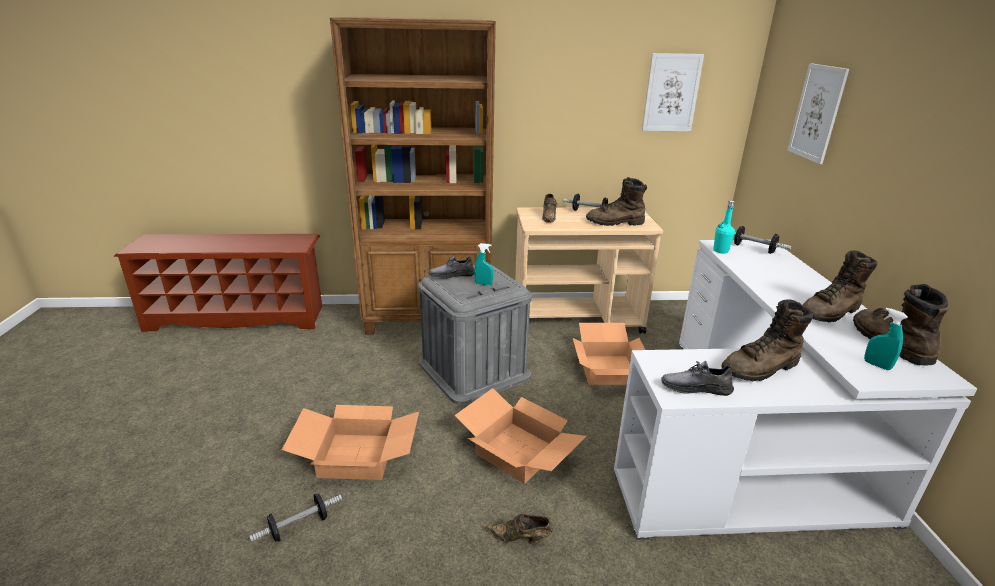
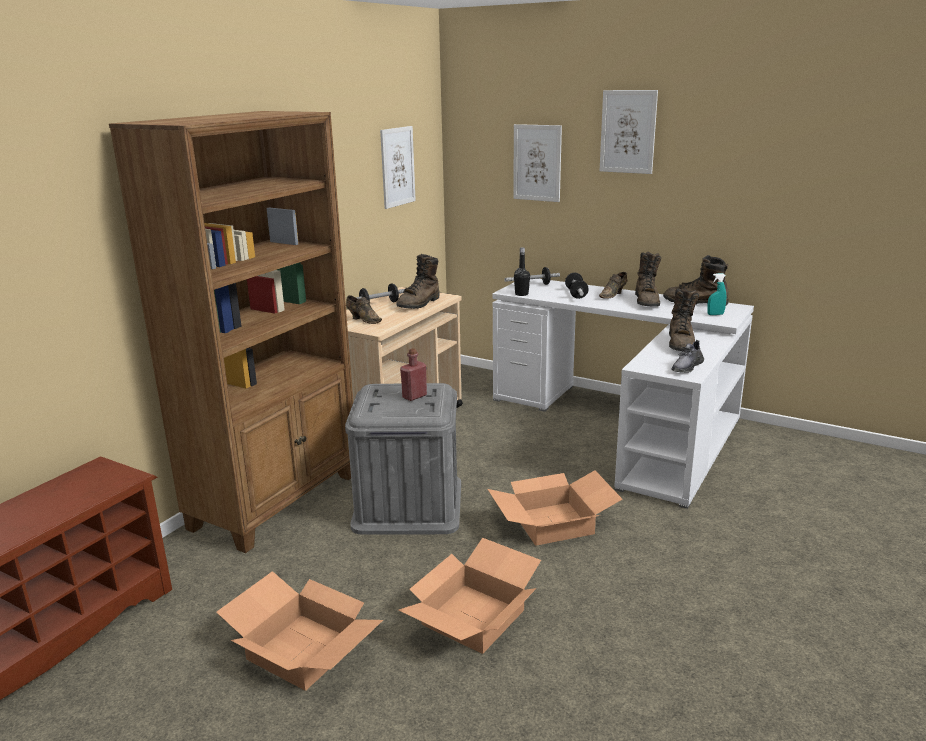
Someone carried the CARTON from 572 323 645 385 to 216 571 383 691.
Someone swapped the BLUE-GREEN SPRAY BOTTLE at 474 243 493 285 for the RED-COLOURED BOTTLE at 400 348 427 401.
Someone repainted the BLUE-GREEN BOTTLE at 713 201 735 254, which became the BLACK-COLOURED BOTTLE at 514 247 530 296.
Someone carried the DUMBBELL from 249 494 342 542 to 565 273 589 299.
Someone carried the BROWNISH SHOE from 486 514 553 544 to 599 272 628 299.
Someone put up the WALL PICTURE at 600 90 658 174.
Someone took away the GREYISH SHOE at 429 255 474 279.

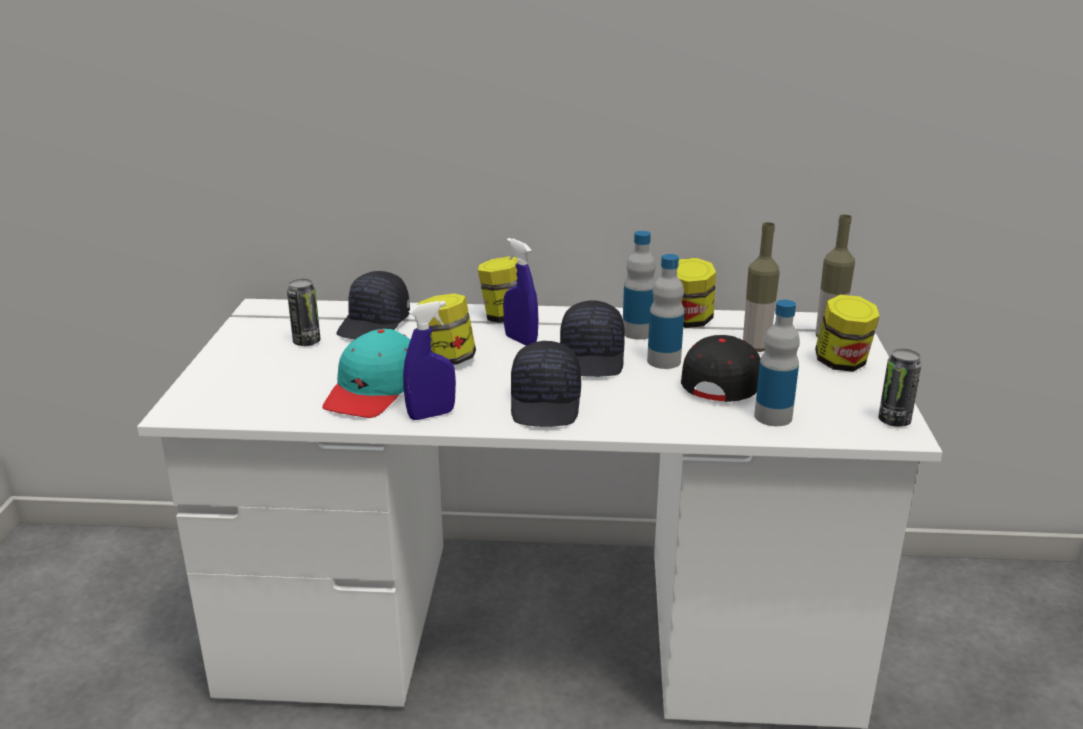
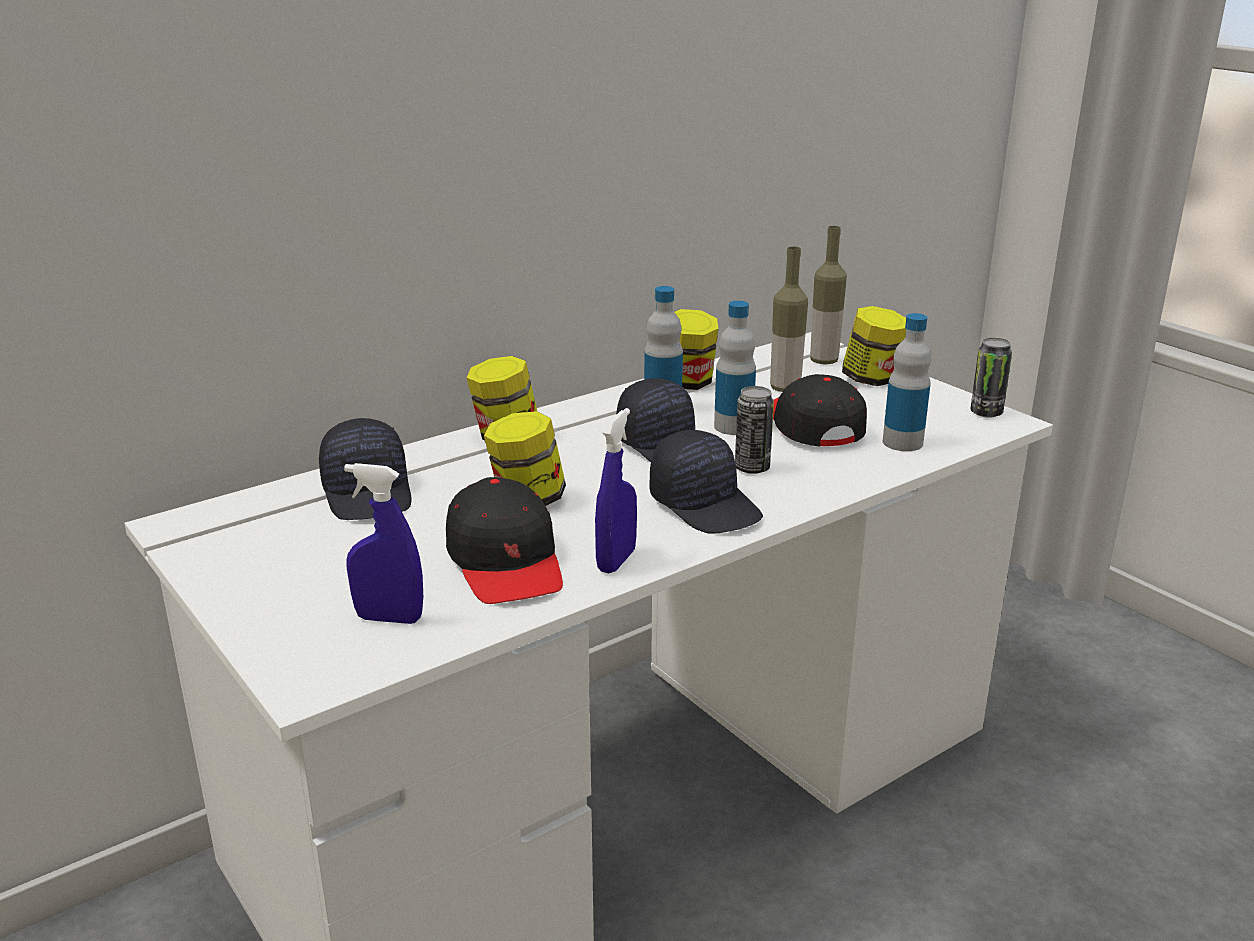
Someone carried the BLUISH SPRAY BOTTLE from 503 238 538 346 to 344 463 423 624.
Someone repainted the BLUE-GREEN CAP at 322 329 410 418, which became the BLACK-COLOURED CAP at 446 477 563 604.
Someone carried the CAN from 287 279 321 346 to 735 386 774 474.

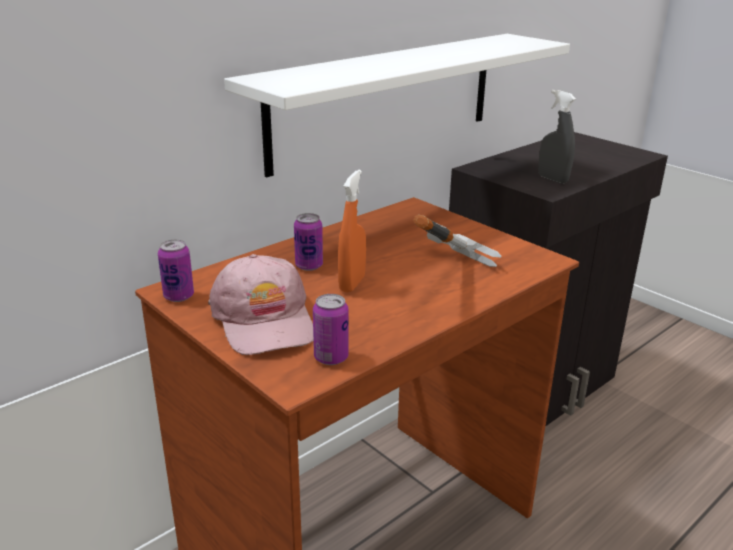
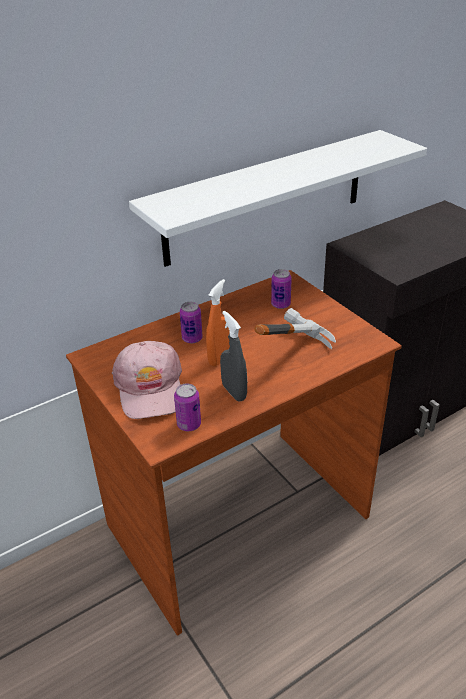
Someone carried the GREYISH SPRAY BOTTLE from 538 90 576 184 to 220 311 247 402.
Someone carried the CAN from 158 240 194 302 to 271 269 292 309.

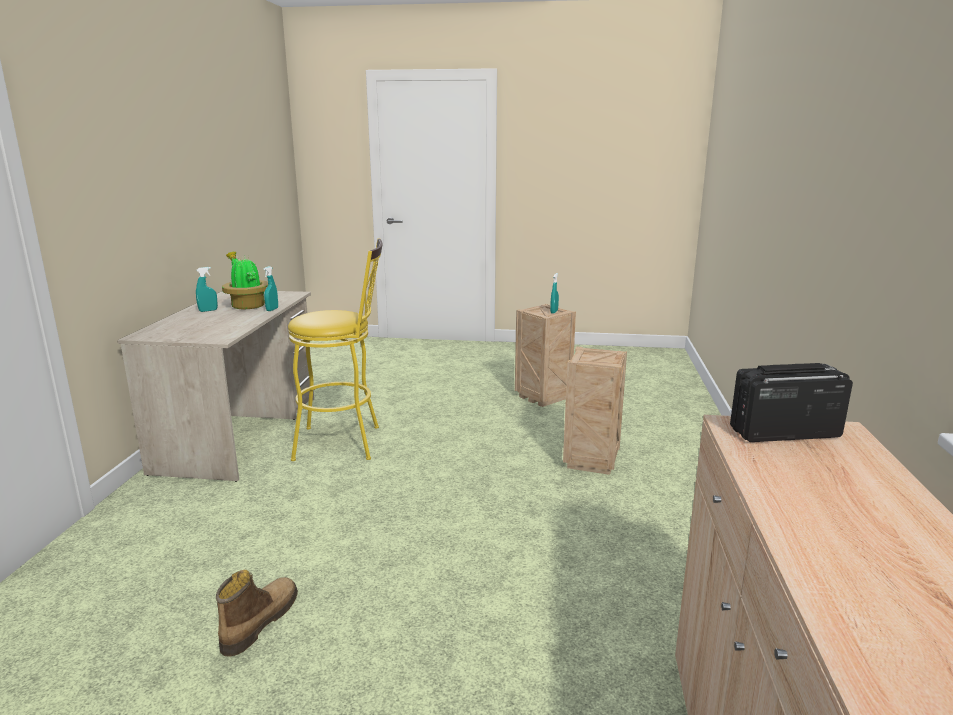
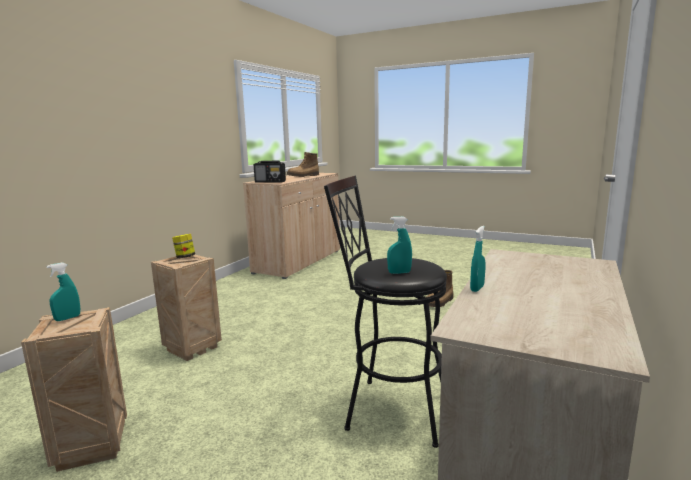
Someone put down the JAR at 172 234 195 258.
Someone put down the BOOT at 287 152 319 177.
Someone repainted the YELLOWISH STOOL SEAT at 288 238 383 461, which became the BLACK-COLOURED STOOL SEAT at 324 175 447 448.
Someone carried the BLUE-GREEN SPRAY BOTTLE from 196 267 218 312 to 387 217 412 274.
Someone took away the POTTED PLANT at 222 251 268 309.

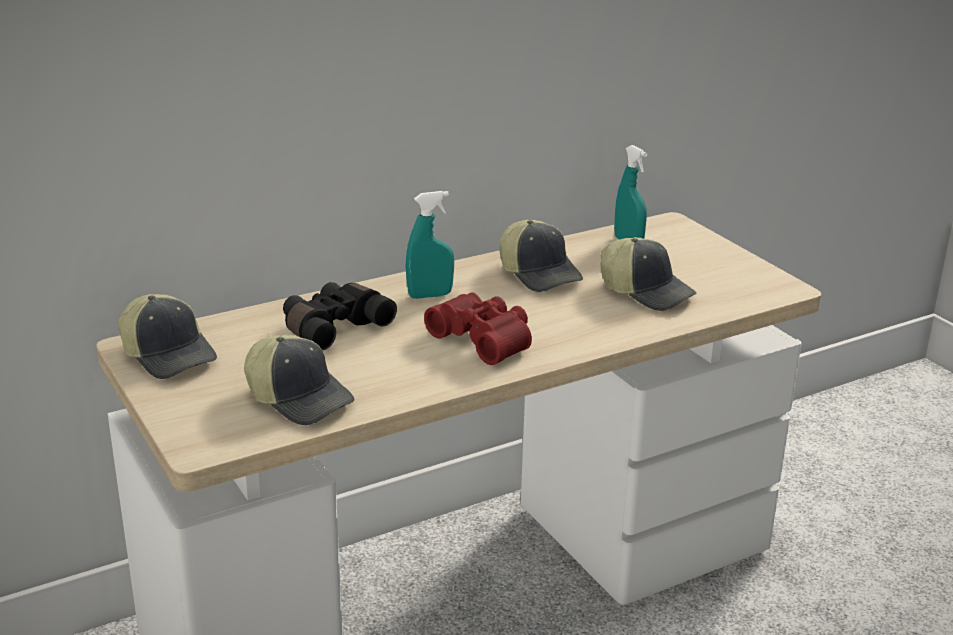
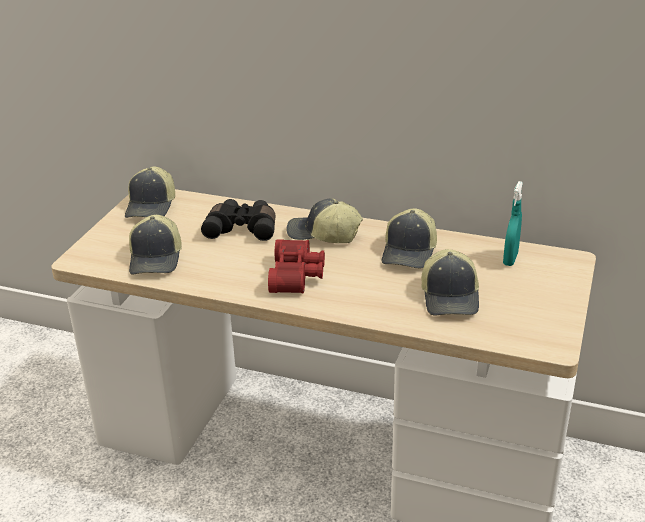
Someone swapped the BLUE-GREEN SPRAY BOTTLE at 405 191 454 299 for the CAP at 286 198 363 243.

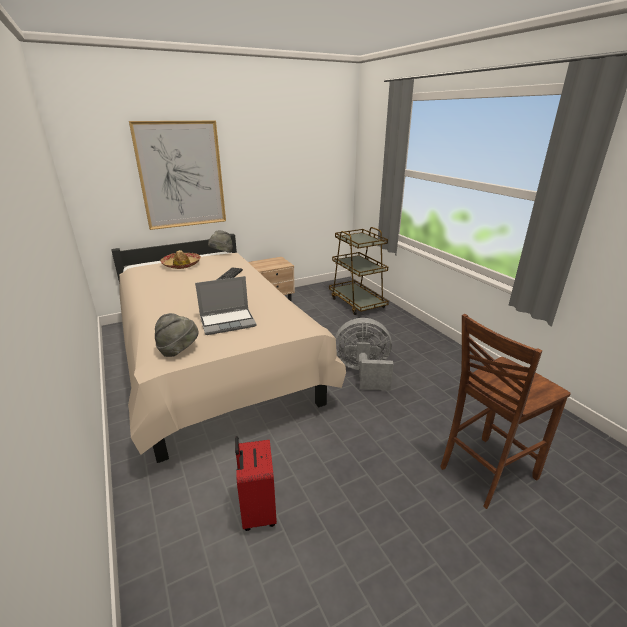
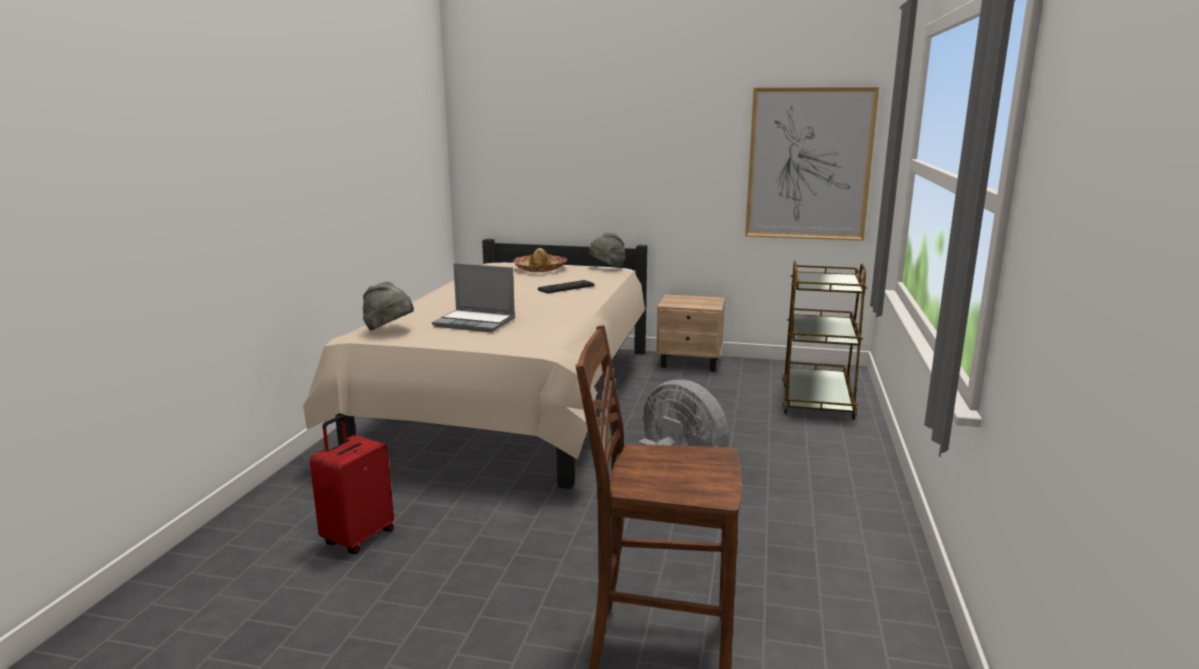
Someone carried the WALL PICTURE from 129 121 226 230 to 745 87 879 241.

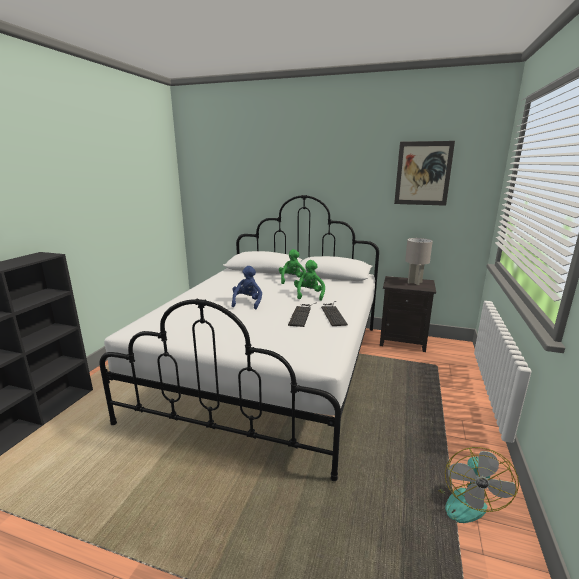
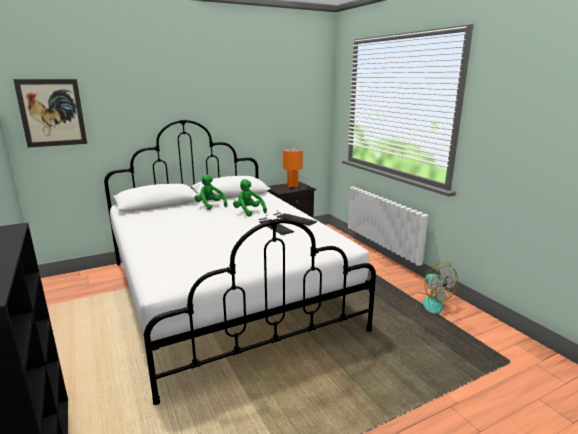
Someone carried the WALL PICTURE from 394 141 455 206 to 13 79 87 148.
Someone repainted the GREYISH TABLE LAMP at 405 238 433 285, which became the ORANGE TABLE LAMP at 283 148 303 188.
Someone took away the BLUISH PLUSH TOY at 232 266 262 310.

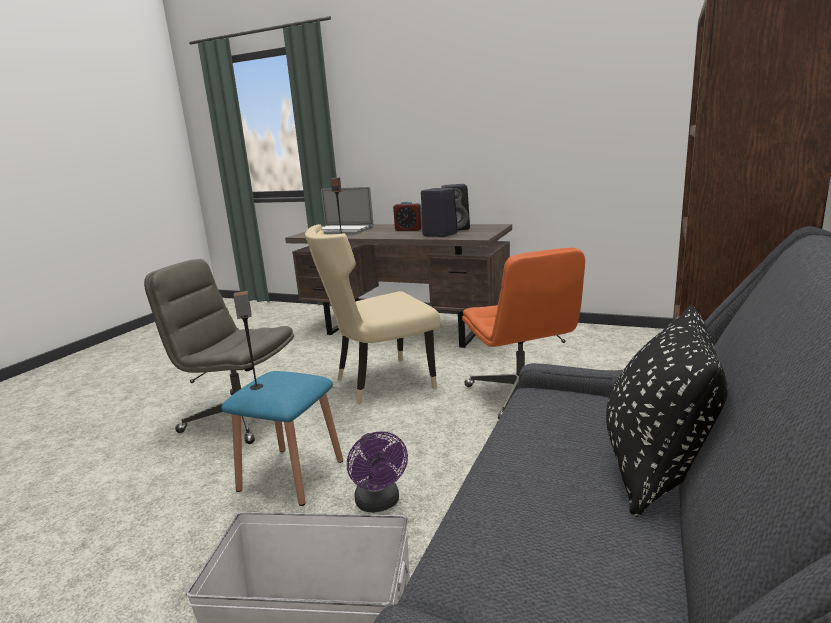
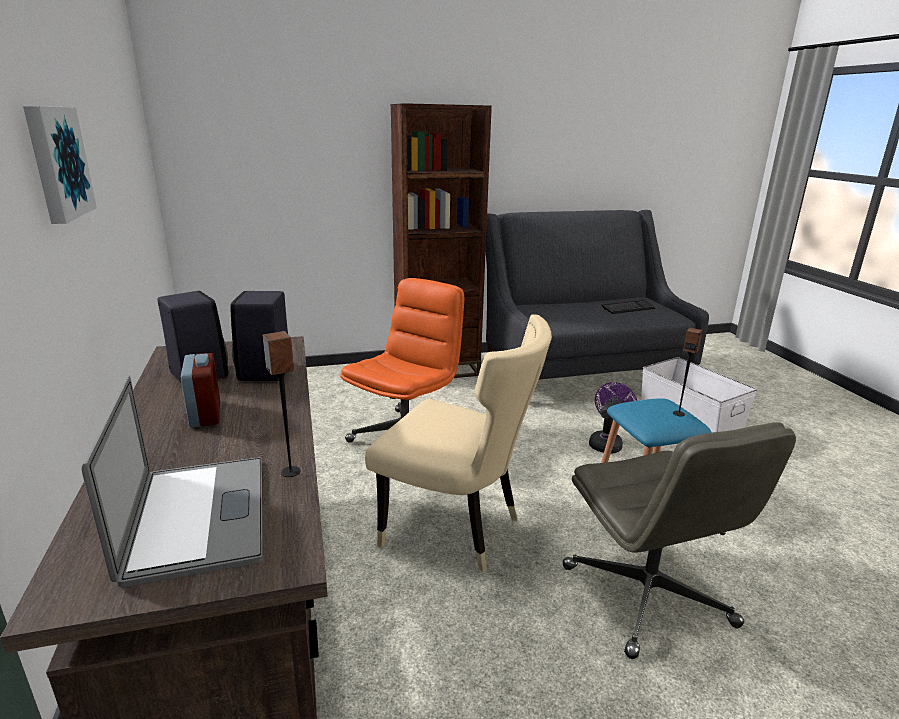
Someone put up the WALL PICTURE at 23 106 97 224.
Someone put down the KEYBOARD at 602 300 656 314.
Someone took away the BLACK-COLOURED CUSHION at 606 305 728 517.

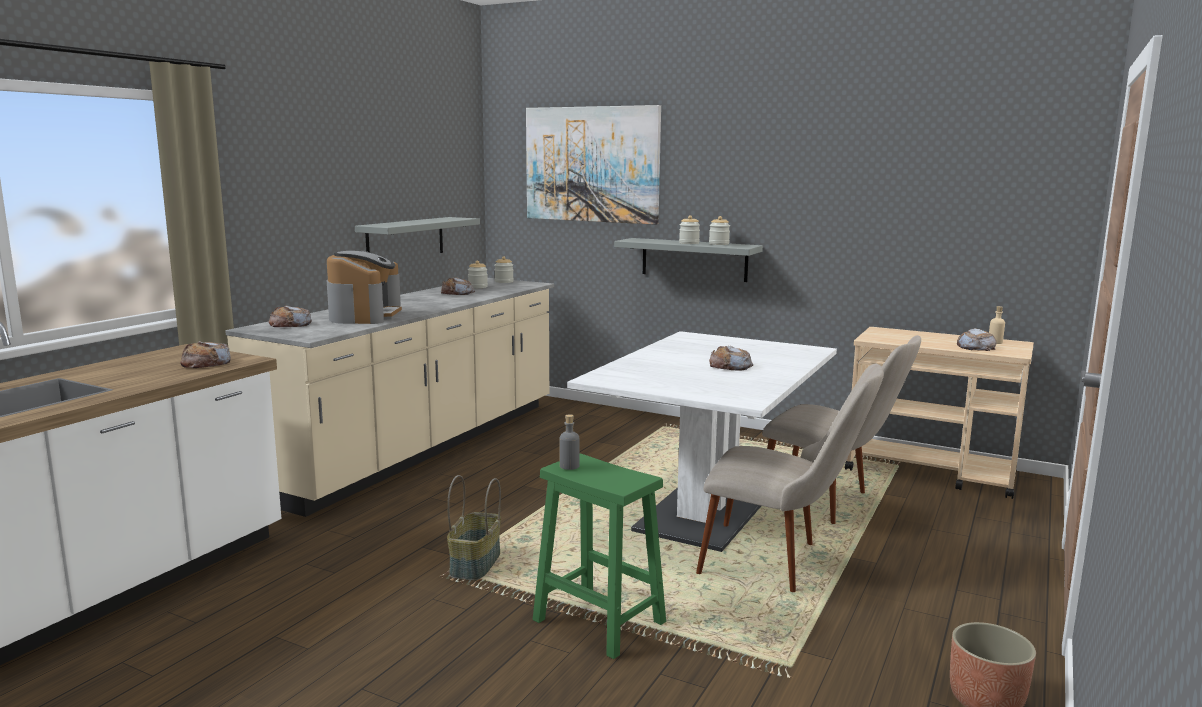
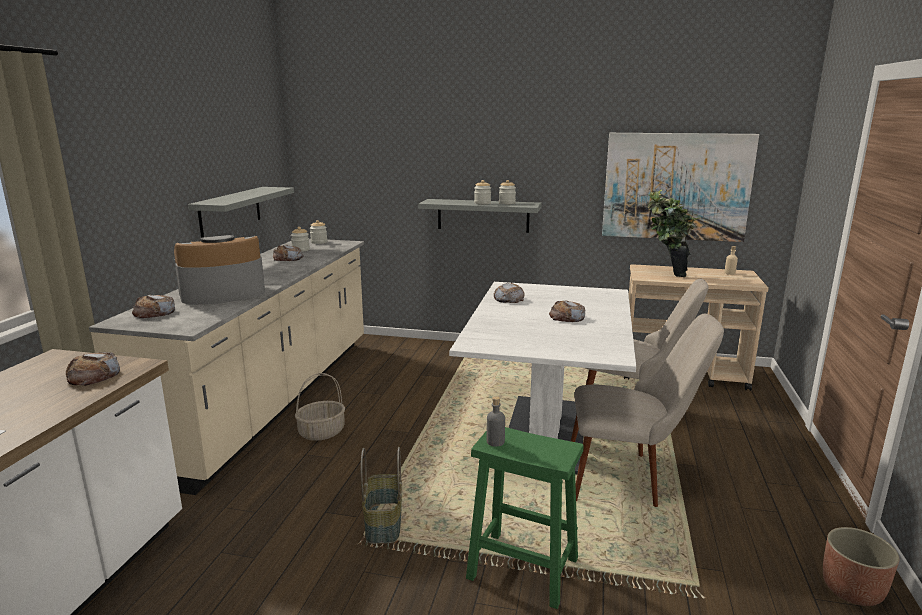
Someone rotated the COFFEE MAKER at 327 250 402 324 by 105 degrees counterclockwise.
Someone put down the STORAGE BASKET at 295 373 345 441.
Someone carried the BAKERY BREAD from 957 328 997 351 to 494 283 525 303.
Someone carried the WALL PICTURE from 526 105 661 225 to 602 133 759 242.
Someone put down the POTTED PLANT at 648 189 700 277.

